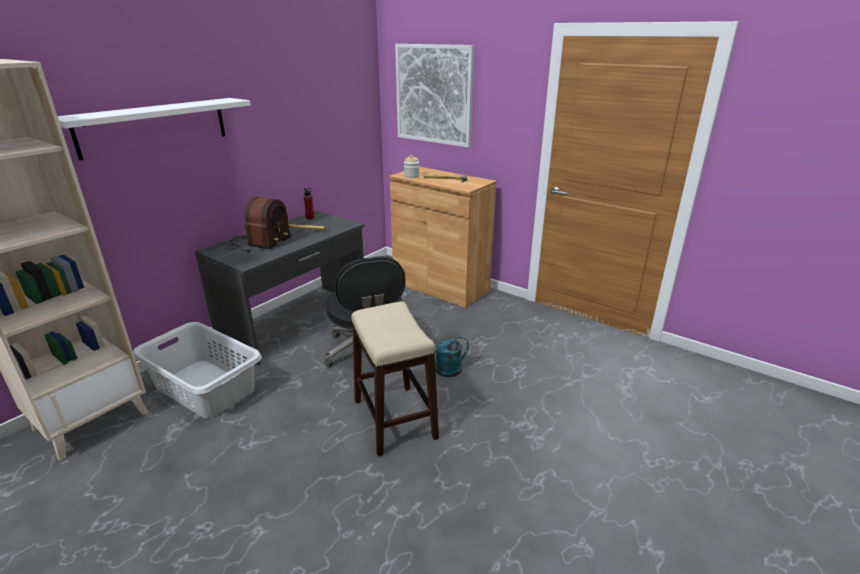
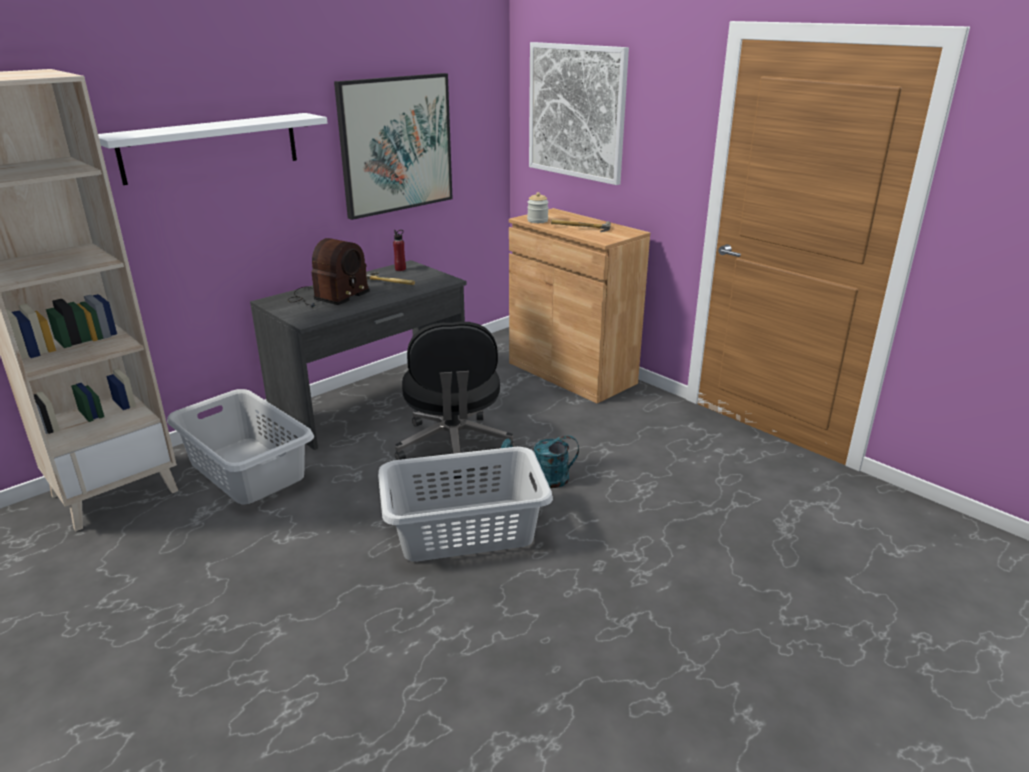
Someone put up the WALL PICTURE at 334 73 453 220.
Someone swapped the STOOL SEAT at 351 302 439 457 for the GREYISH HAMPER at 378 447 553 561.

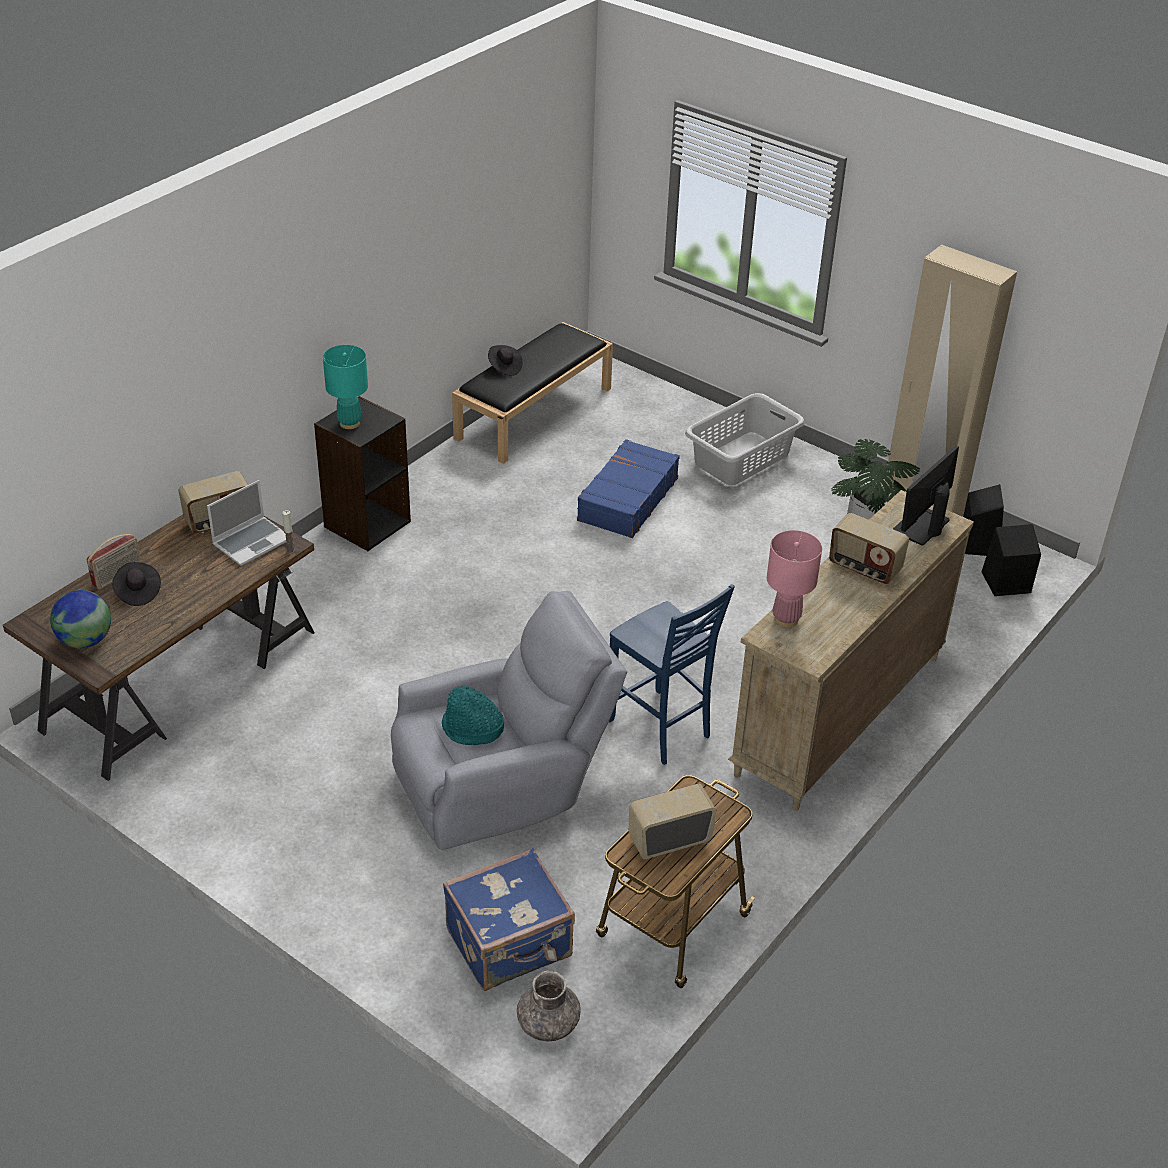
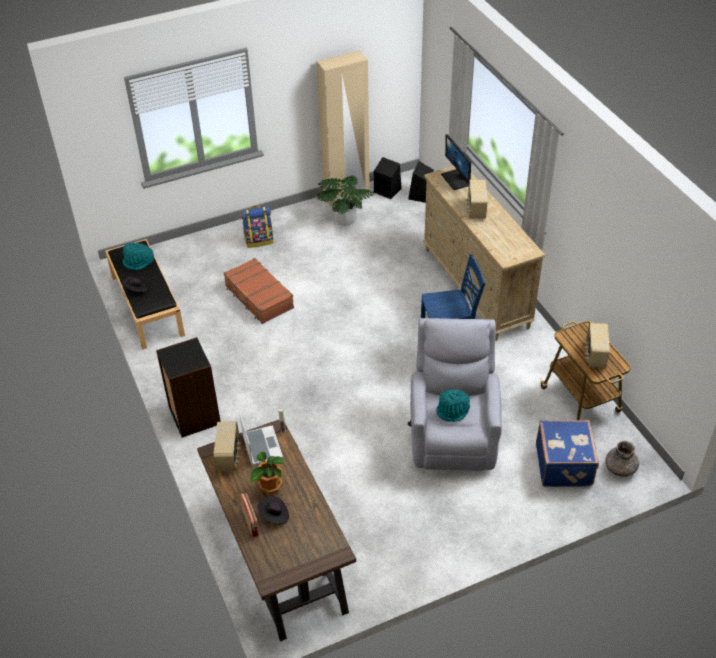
Someone put down the BLUE-GREEN WEARABLE HAT at 123 243 154 270.
Someone repainted the BLUISH TRAVEL CASE at 577 439 680 538, which became the BROWNISH TRAVEL CASE at 224 258 294 324.
Someone swapped the GREYISH HAMPER at 685 393 805 485 for the KNAPSACK at 242 206 273 248.
Someone put down the POTTED PLANT at 251 452 284 495.
Someone rotated the RADIO SET at 829 513 909 584 by 120 degrees clockwise.
Someone took away the WORLD GLOBE at 50 590 111 648.
Someone took away the BLUE-GREEN TABLE LAMP at 323 345 368 429.
Someone took away the PINK TABLE LAMP at 767 530 822 628.

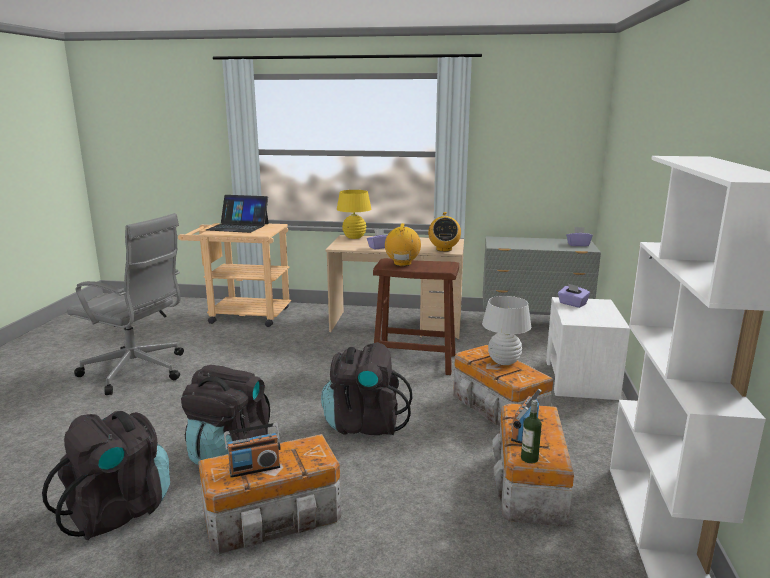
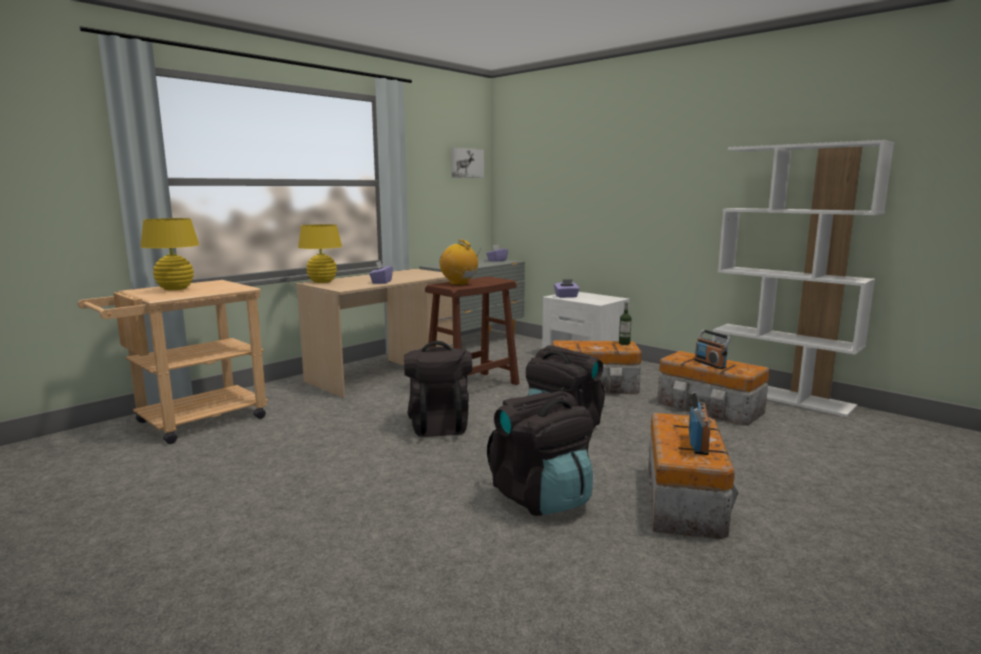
Someone swapped the LAPTOP at 206 195 269 233 for the YELLOWISH TABLE LAMP at 141 218 199 290.
Someone carried the BLACK-COLOURED KNAPSACK from 42 411 170 540 to 404 341 472 437.
Someone put up the WALL PICTURE at 451 148 484 178.
Someone carried the BOTTLE from 521 400 542 464 to 619 302 631 345.
Someone took away the GREYISH COMPUTER CHAIR at 67 213 184 395.
Someone took away the RADIO SET at 428 212 461 252.
Someone took away the WHITE TABLE LAMP at 482 296 531 365.

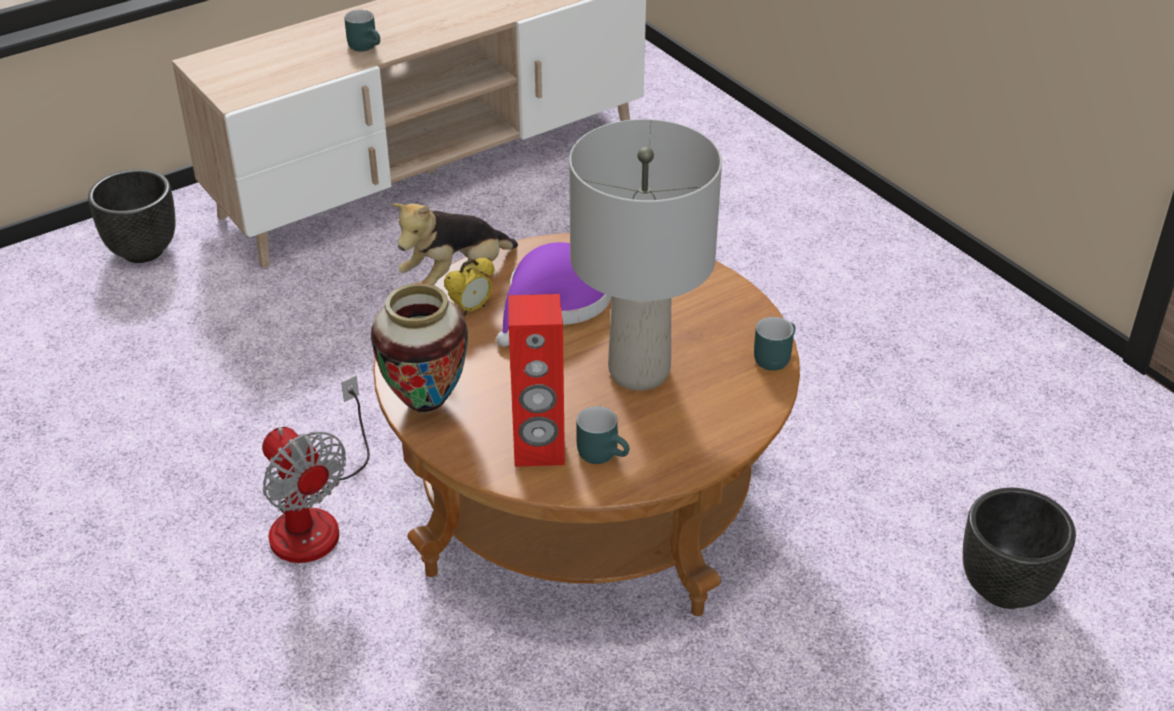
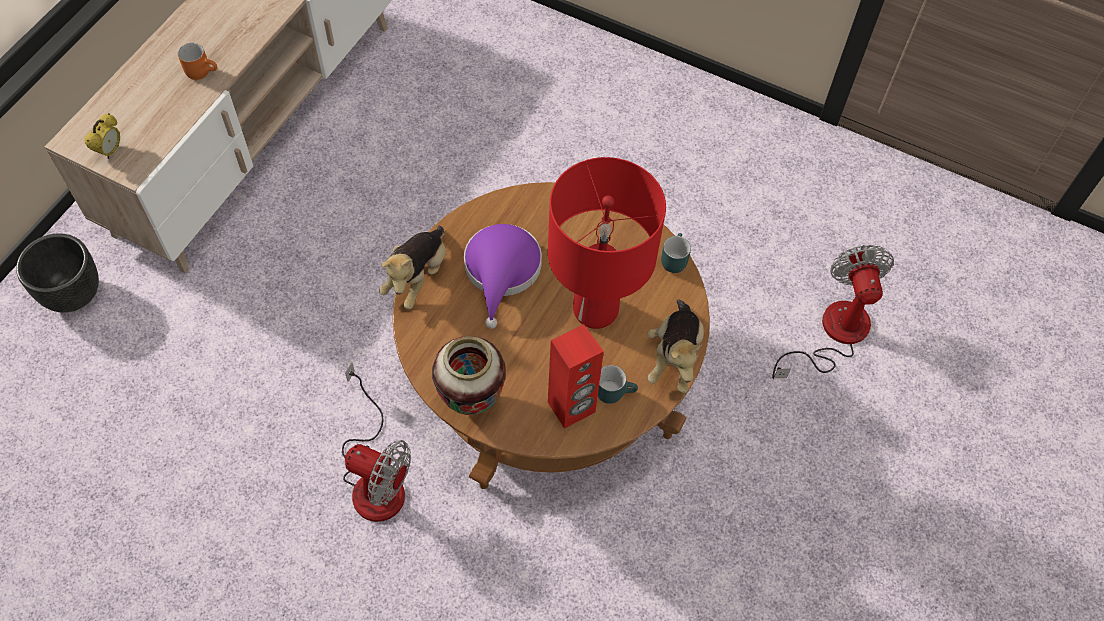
Someone carried the TABLE CLOCK from 444 258 494 316 to 84 113 120 159.
Someone repainted the BLUE-GREEN COFFEE MUG at 344 10 380 51, which became the ORANGE COFFEE MUG at 178 43 217 80.
Someone repainted the GREYISH TABLE LAMP at 569 119 722 391, which became the RED-COLOURED TABLE LAMP at 548 157 666 329.
Someone put down the PLUSH TOY at 648 300 704 394.
Someone swapped the BLACK-COLOURED PLANTER at 963 488 1076 609 for the FAN at 772 245 894 379.

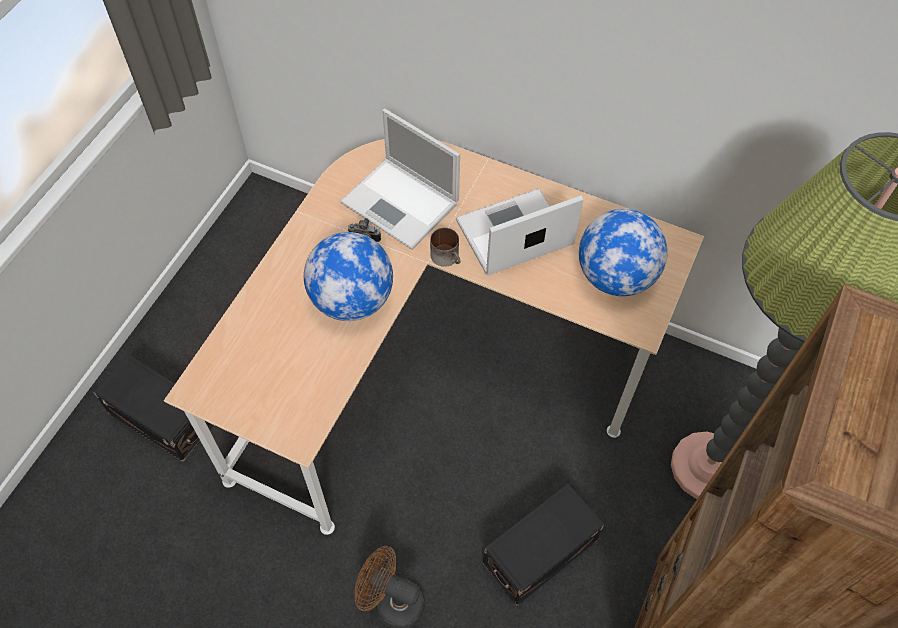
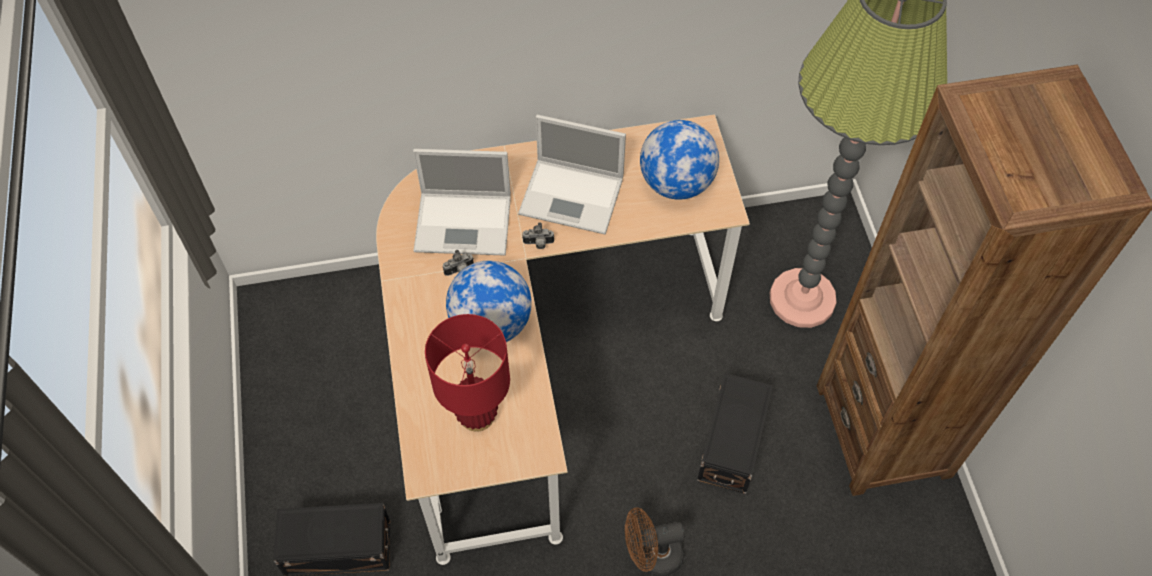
Someone put down the RED-COLOURED TABLE LAMP at 425 314 510 432.
Someone rotated the LAPTOP at 456 188 583 275 by 105 degrees counterclockwise.
Someone swapped the COFFEE MUG at 430 228 461 267 for the STILL CAMERA at 522 222 554 249.

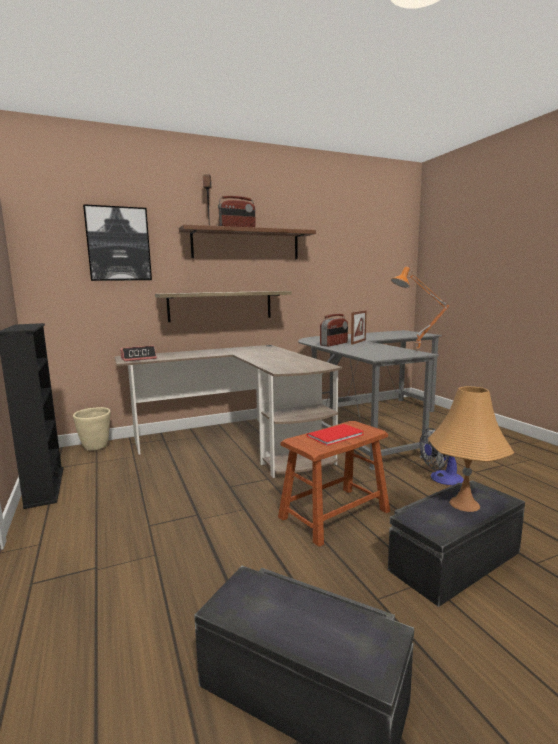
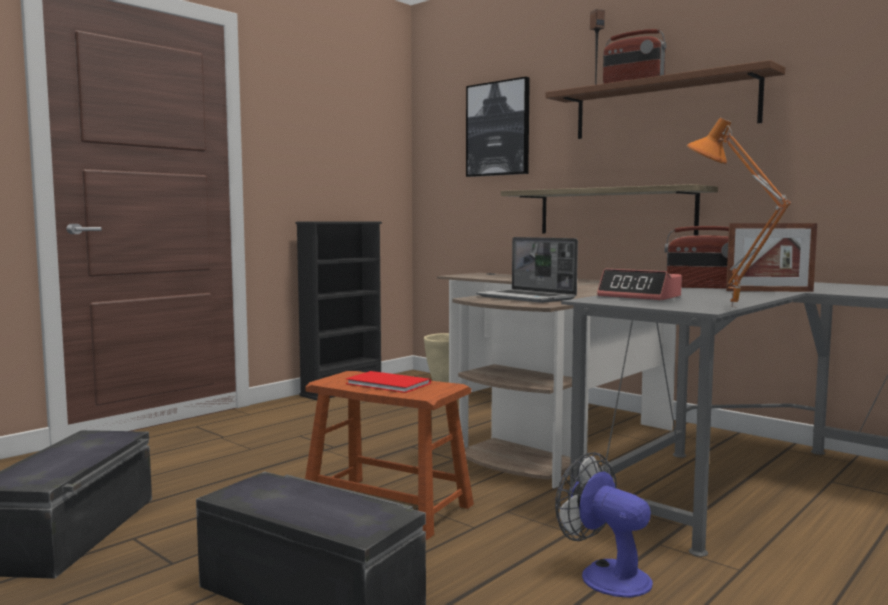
Someone put down the LAPTOP at 476 237 578 303.
Someone carried the TABLE CLOCK from 120 346 157 361 to 597 269 682 301.
Someone took away the ORANGE TABLE LAMP at 428 386 514 512.

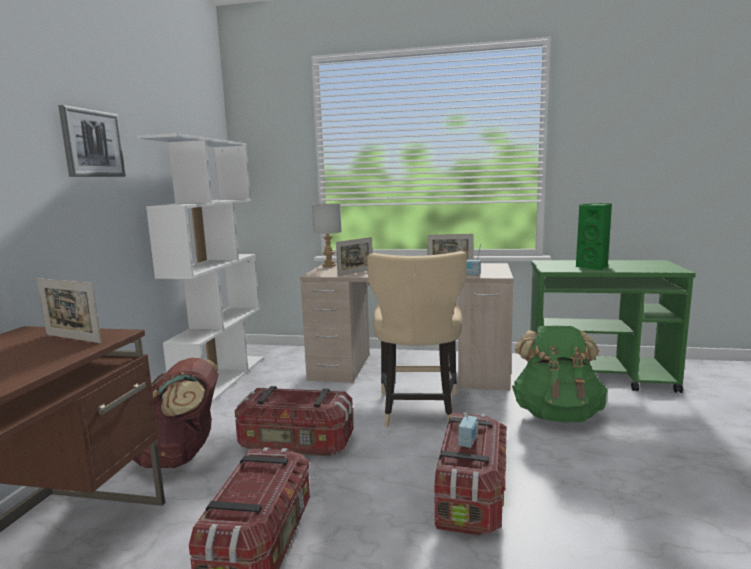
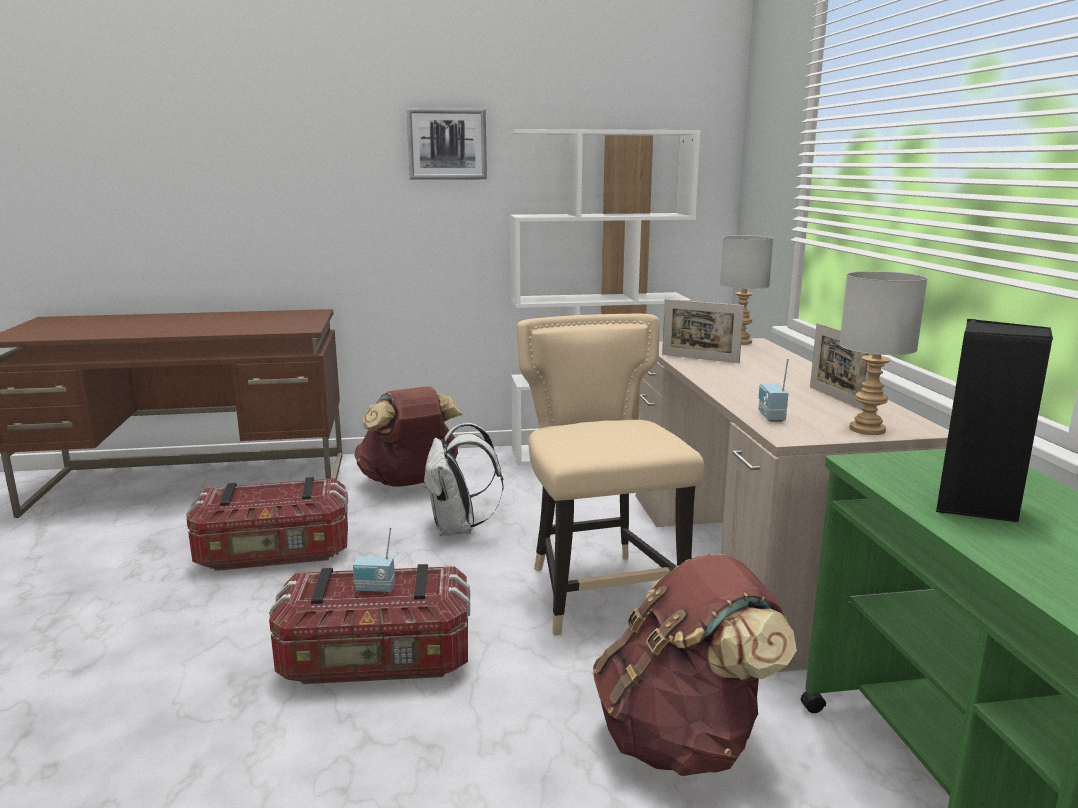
Someone swapped the STORAGE CONTAINER at 235 386 354 456 for the WHITE KNAPSACK at 423 423 504 536.
Someone rotated the BEIGE-COLOURED PLAIN CHAIR at 367 251 467 427 by 90 degrees clockwise.
Someone repainted the GREENISH KNAPSACK at 512 326 607 422, which became the BROWNISH KNAPSACK at 593 554 797 776.
Someone put down the GREYISH TABLE LAMP at 839 271 927 435.
Someone repainted the GREENISH LOUDSPEAKER at 576 203 612 270, which became the BLACK-COLOURED LOUDSPEAKER at 936 319 1053 522.
Someone took away the STANDING FRAME at 37 278 102 343.

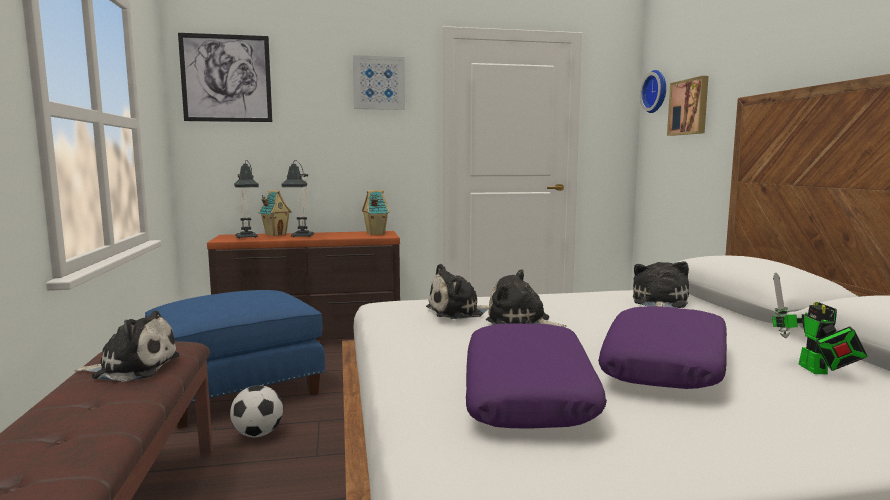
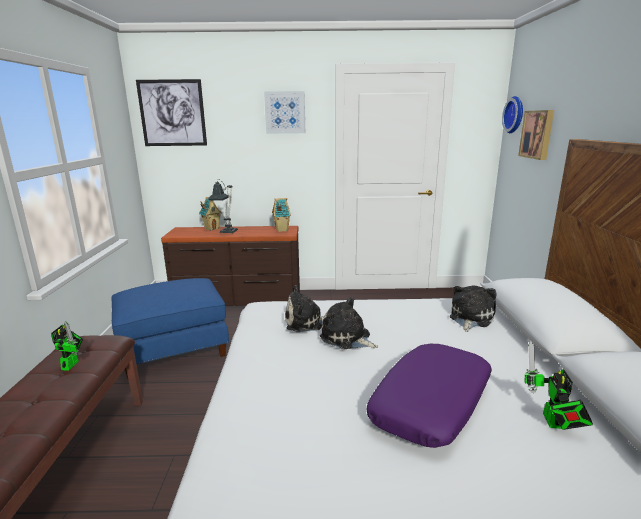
Someone swapped the PLUSH TOY at 74 311 179 382 for the MODEL ROBOT at 51 322 83 370.
Someone took away the FOOTBALL at 230 385 283 437.
Someone took away the TABLE LAMP at 234 160 259 239.
Someone took away the PURPLE-COLOURED CUSHION at 466 323 607 428.

